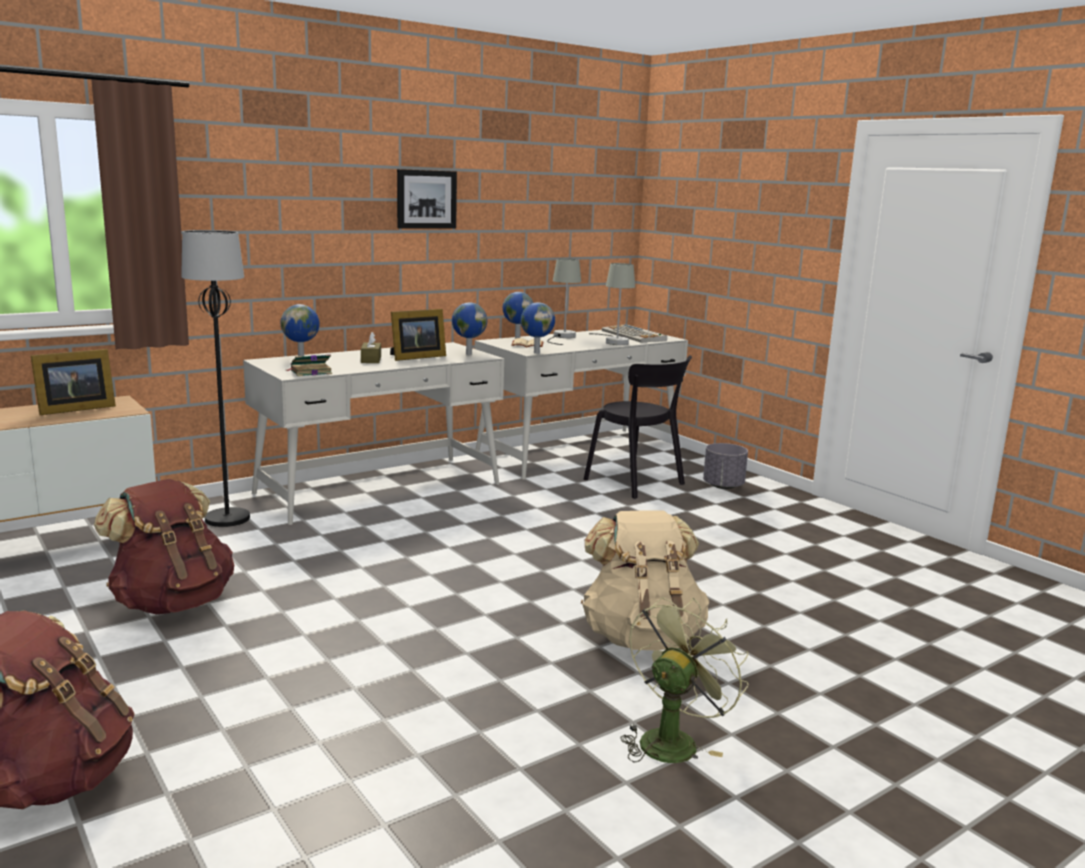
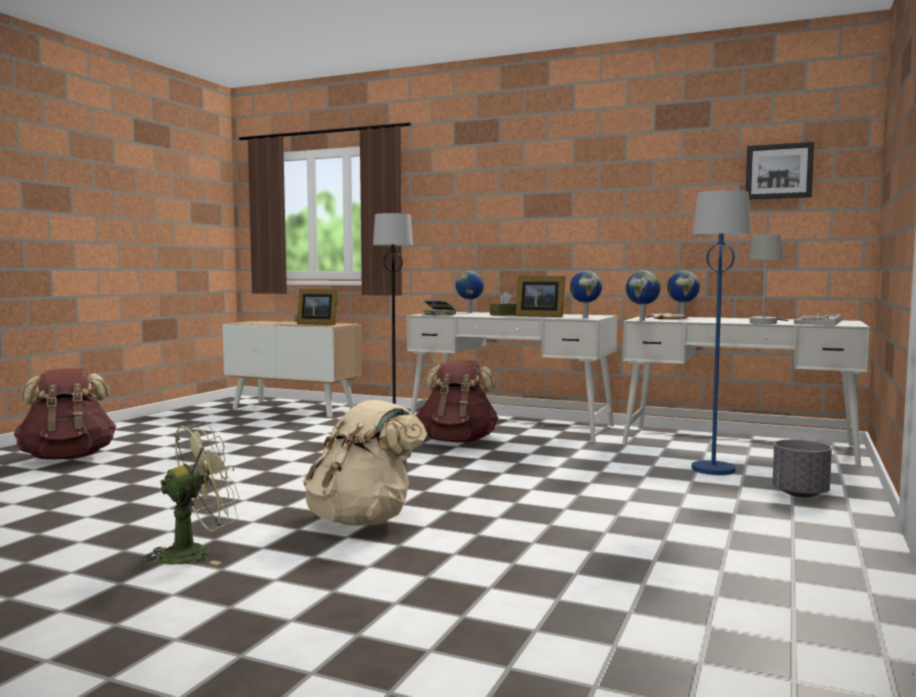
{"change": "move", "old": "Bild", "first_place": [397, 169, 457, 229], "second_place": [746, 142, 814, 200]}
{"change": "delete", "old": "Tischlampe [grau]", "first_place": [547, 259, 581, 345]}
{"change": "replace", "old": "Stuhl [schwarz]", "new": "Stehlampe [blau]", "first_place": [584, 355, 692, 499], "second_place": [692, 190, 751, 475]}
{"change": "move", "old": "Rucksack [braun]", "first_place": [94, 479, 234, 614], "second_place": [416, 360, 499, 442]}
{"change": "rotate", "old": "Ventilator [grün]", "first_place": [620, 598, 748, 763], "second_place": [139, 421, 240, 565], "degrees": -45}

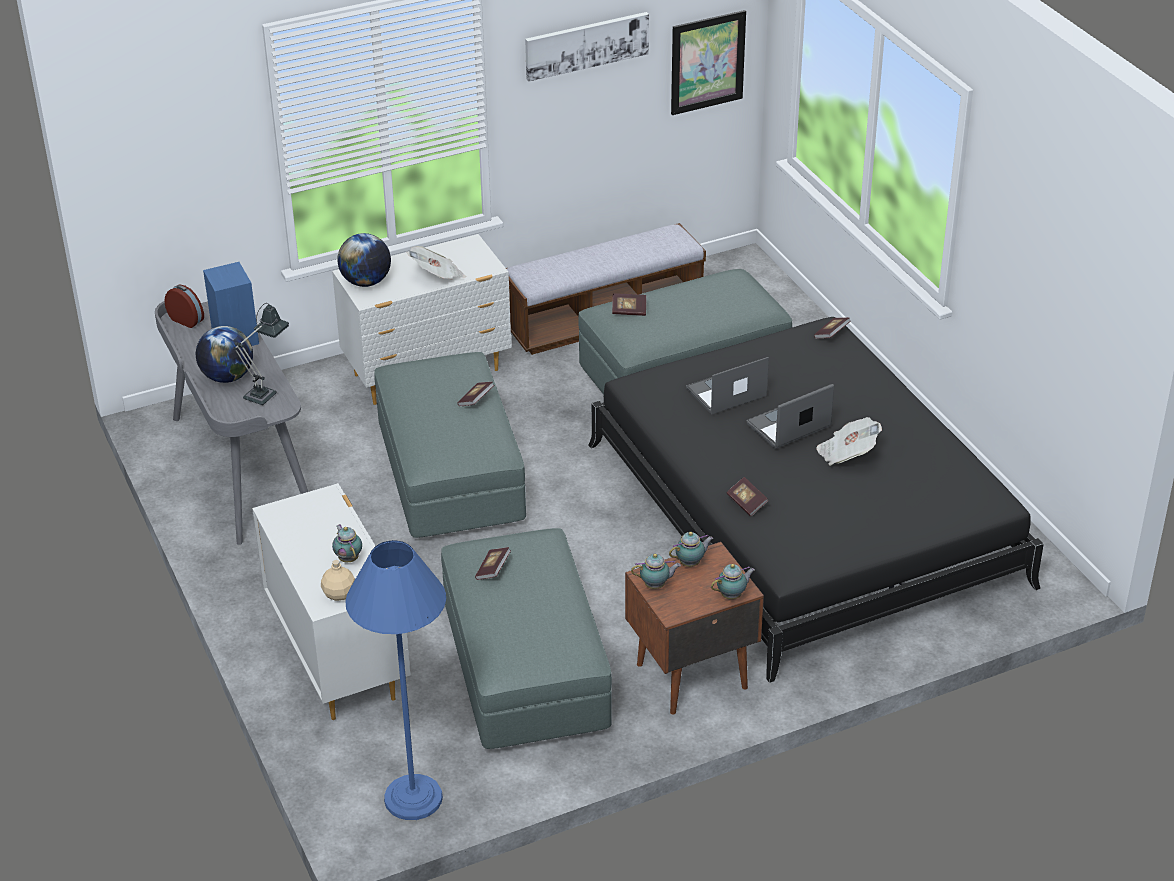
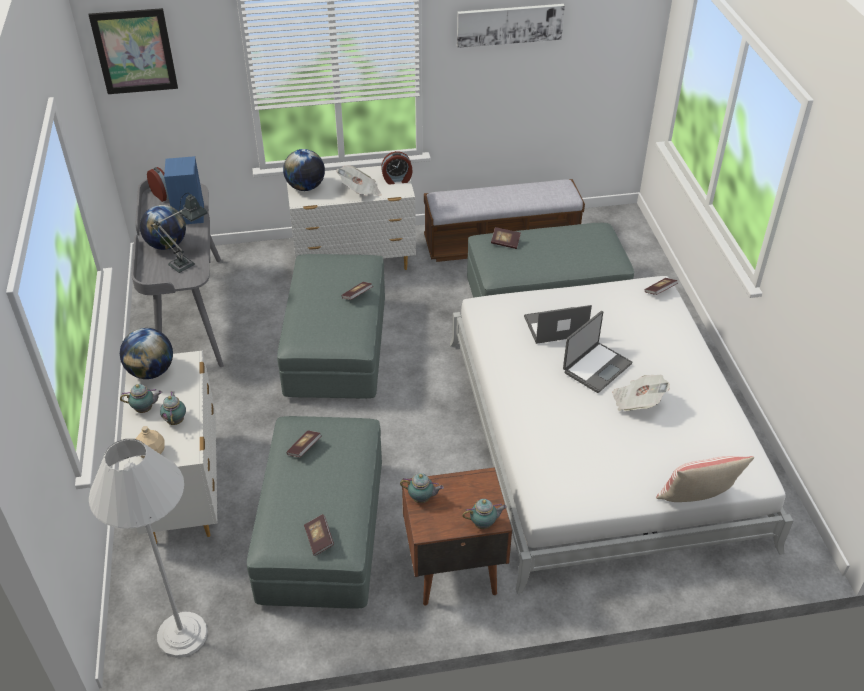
{"change": "move", "old": "Bild", "first_place": [671, 10, 746, 115], "second_place": [88, 8, 178, 94]}
{"change": "recolor", "old": "Bett [schwarz]", "new": "Bett [weiß]", "first_place": [588, 317, 1044, 683], "second_place": [450, 276, 793, 594]}
{"change": "rotate", "old": "Laptop", "first_place": [746, 384, 834, 449], "second_place": [563, 311, 632, 393], "degrees": 150}
{"change": "move", "old": "Buch", "first_place": [727, 477, 768, 516], "second_place": [304, 514, 334, 556]}
{"change": "move", "old": "Teekanne", "first_place": [669, 532, 713, 567], "second_place": [120, 384, 162, 413]}
{"change": "recolor", "old": "Stehlampe [blau]", "new": "Stehlampe [weiß]", "first_place": [346, 540, 446, 820], "second_place": [89, 439, 208, 658]}
{"change": "insert", "new": "Wecker", "second_place": [381, 151, 412, 184]}
{"change": "insert", "new": "Globus", "second_place": [120, 328, 173, 379]}
{"change": "insert", "new": "Kissen", "second_place": [656, 456, 754, 502]}

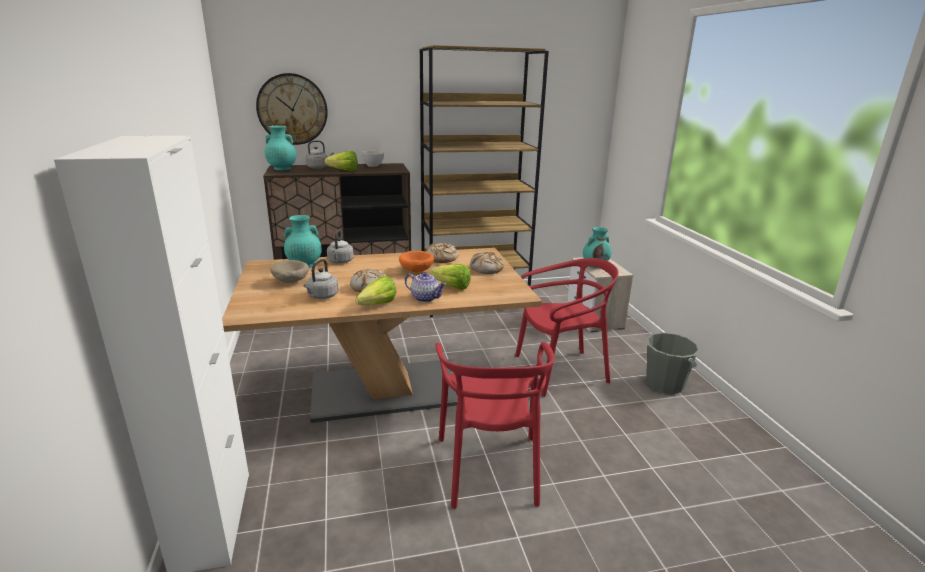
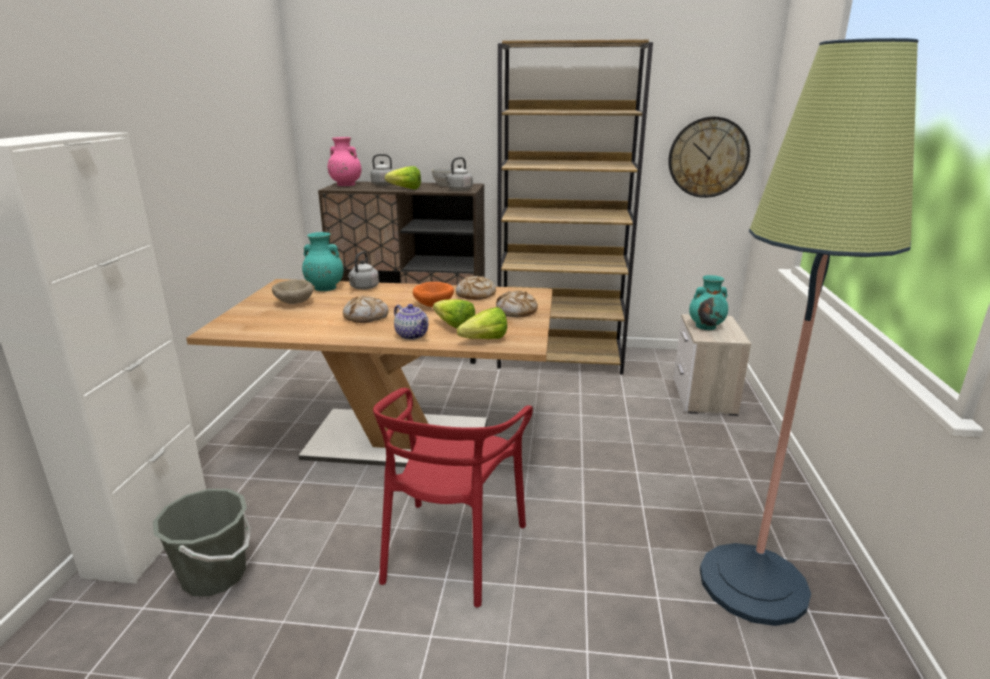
{"change": "move", "old": "Wanduhr", "first_place": [256, 73, 328, 145], "second_place": [668, 116, 750, 198]}
{"change": "recolor", "old": "Vase [türkis]", "new": "Vase [rosa]", "first_place": [265, 126, 296, 171], "second_place": [328, 137, 361, 186]}
{"change": "delete", "old": "Stuhl [rot]", "first_place": [515, 258, 619, 397]}
{"change": "move", "old": "Wasserkessel [grau]", "first_place": [303, 259, 338, 299], "second_place": [443, 157, 473, 191]}
{"change": "move", "old": "Salatkopf", "first_place": [355, 276, 396, 305], "second_place": [457, 307, 507, 339]}
{"change": "move", "old": "Eimer [grau]", "first_place": [646, 332, 701, 394], "second_place": [153, 489, 251, 597]}
{"change": "insert", "new": "Stehlampe", "second_place": [700, 38, 918, 626]}

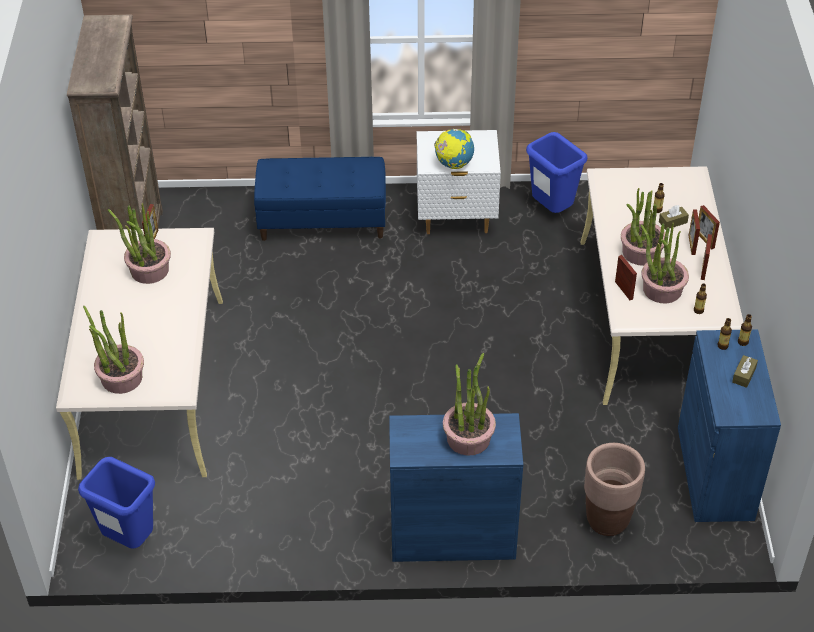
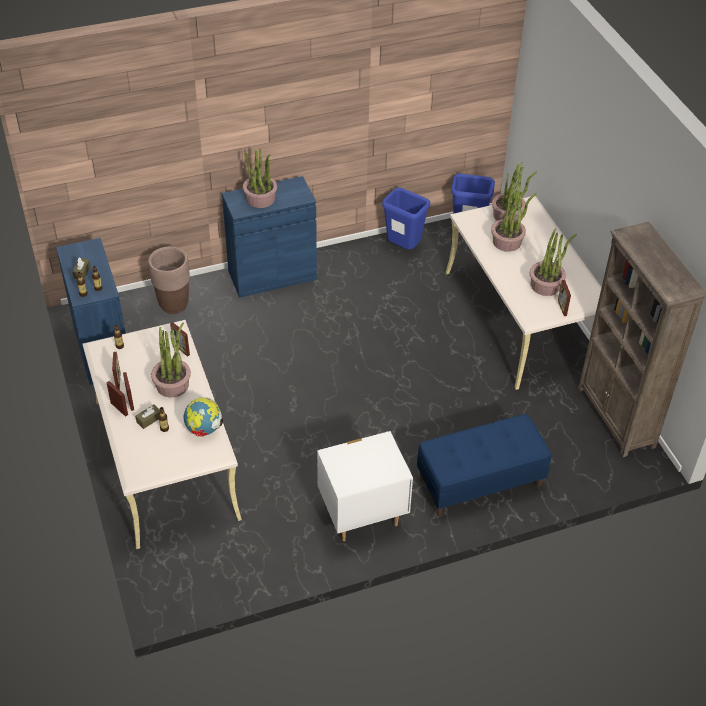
{"change": "move", "old": "Globus", "first_place": [435, 129, 474, 169], "second_place": [184, 397, 223, 437]}
{"change": "move", "old": "Mülleimer [blau]", "first_place": [526, 132, 587, 213], "second_place": [382, 187, 430, 249]}
{"change": "move", "old": "Topfpflanze", "first_place": [641, 223, 689, 304], "second_place": [491, 186, 537, 252]}

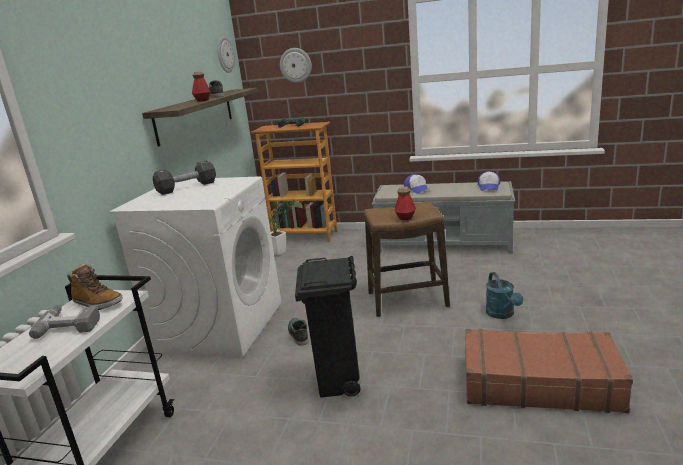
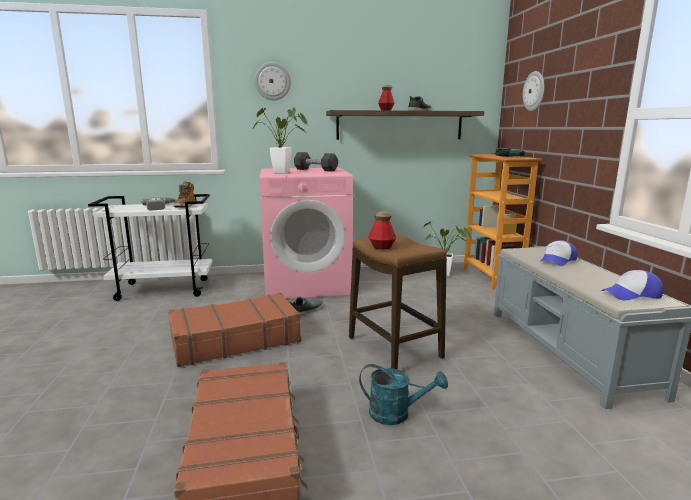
{"change": "move", "old": "Wanduhr", "first_place": [218, 36, 235, 73], "second_place": [255, 62, 291, 100]}
{"change": "recolor", "old": "Waschmaschine [weiß]", "new": "Waschmaschine [rosa]", "first_place": [109, 176, 281, 358], "second_place": [259, 168, 353, 299]}
{"change": "replace", "old": "Mülleimer [schwarz]", "new": "Koffer [braun]", "first_place": [295, 256, 361, 398], "second_place": [168, 293, 301, 367]}
{"change": "rotate", "old": "Gießkanne [türkis]", "first_place": [486, 272, 523, 319], "second_place": [359, 364, 448, 425], "degrees": -135}
{"change": "insert", "new": "Topfpflanze", "second_place": [253, 107, 308, 174]}

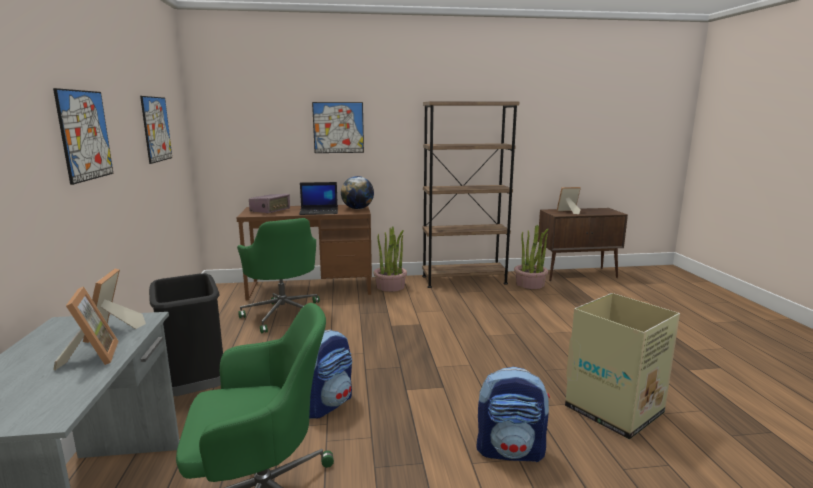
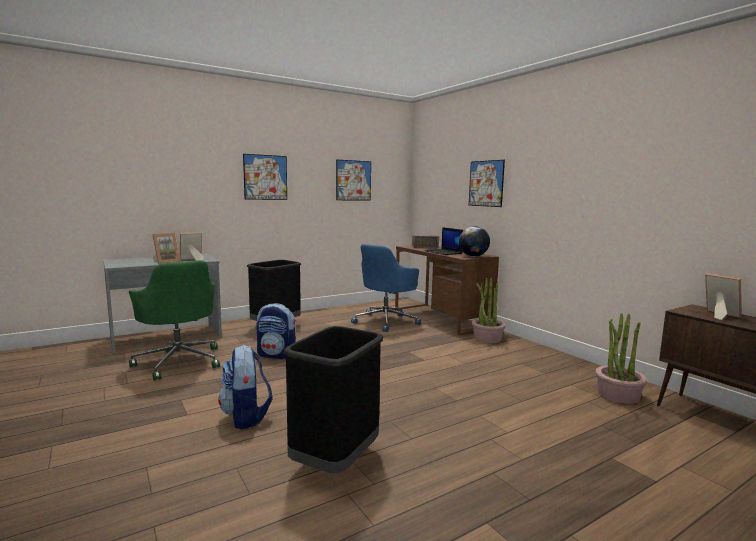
{"change": "delete", "old": "Bücherregal [braun]", "first_place": [422, 101, 519, 288]}
{"change": "recolor", "old": "Bürostuhl [grün]", "new": "Bürostuhl [blau]", "first_place": [237, 218, 320, 333], "second_place": [351, 244, 421, 332]}
{"change": "replace", "old": "Karton", "new": "Mülleimer [schwarz]", "first_place": [565, 293, 680, 440], "second_place": [283, 326, 383, 474]}

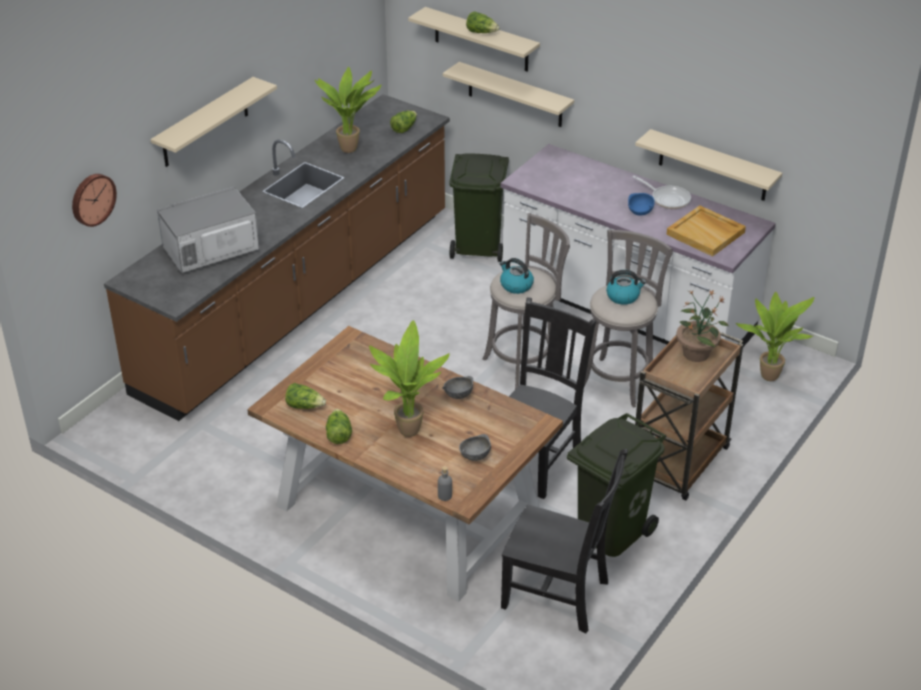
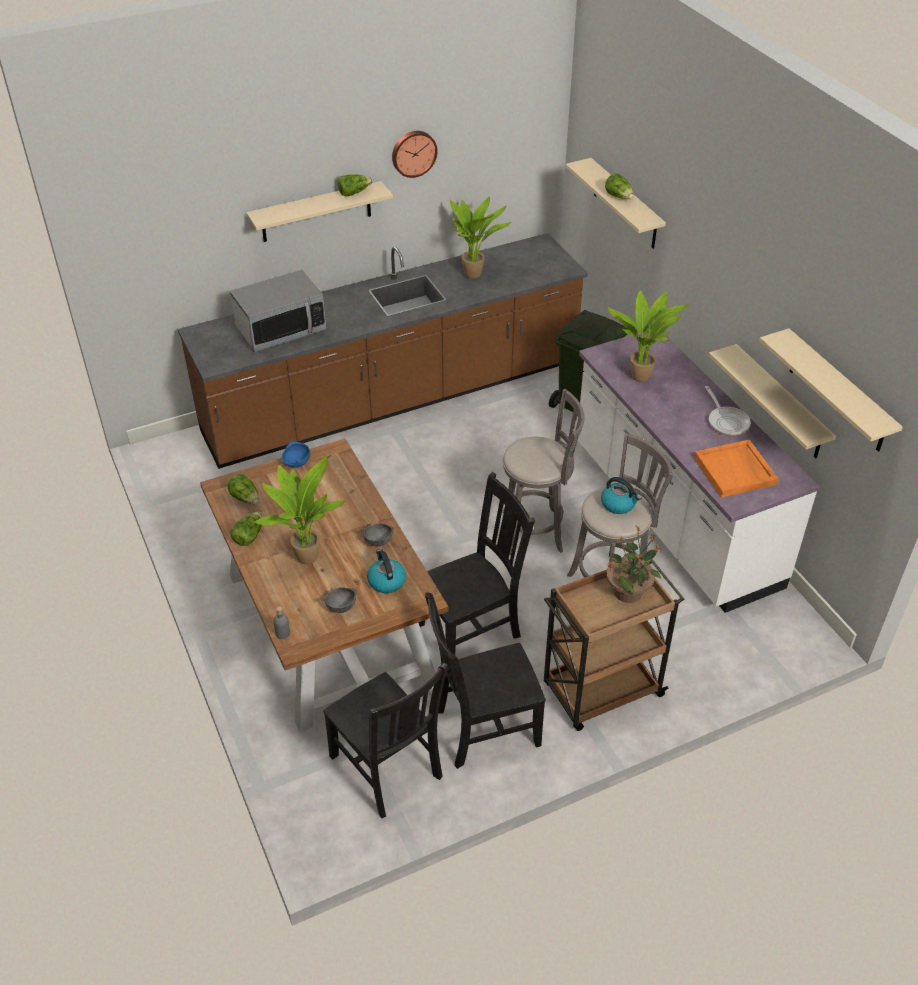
{"change": "move", "old": "Wandregal [beige]", "first_place": [443, 62, 574, 127], "second_place": [759, 328, 903, 452]}
{"change": "move", "old": "Salatkopf", "first_place": [390, 111, 417, 133], "second_place": [338, 174, 373, 196]}
{"change": "move", "old": "Wanduhr", "first_place": [72, 174, 117, 227], "second_place": [392, 131, 438, 178]}
{"change": "rotate", "old": "Mikrowelle", "first_place": [157, 187, 259, 273], "second_place": [230, 270, 326, 352], "degrees": 150}
{"change": "move", "old": "Schüssel [blau]", "first_place": [628, 193, 655, 216], "second_place": [282, 441, 311, 468]}
{"change": "recolor", "old": "Tablett [beige]", "new": "Tablett [orange]", "first_place": [666, 206, 746, 257], "second_place": [694, 440, 779, 498]}
{"change": "move", "old": "Wasserkessel", "first_place": [500, 258, 534, 294], "second_place": [367, 549, 406, 593]}
{"change": "move", "old": "Topfpflanze", "first_place": [736, 292, 815, 381], "second_place": [608, 290, 690, 382]}
{"change": "replace", "old": "Mülleimer [grün]", "new": "Stuhl [schwarz]", "first_place": [567, 413, 666, 557], "second_place": [425, 592, 546, 769]}

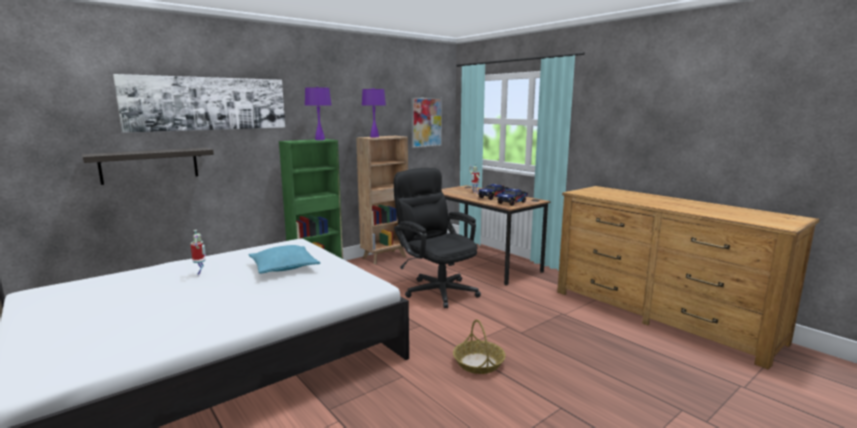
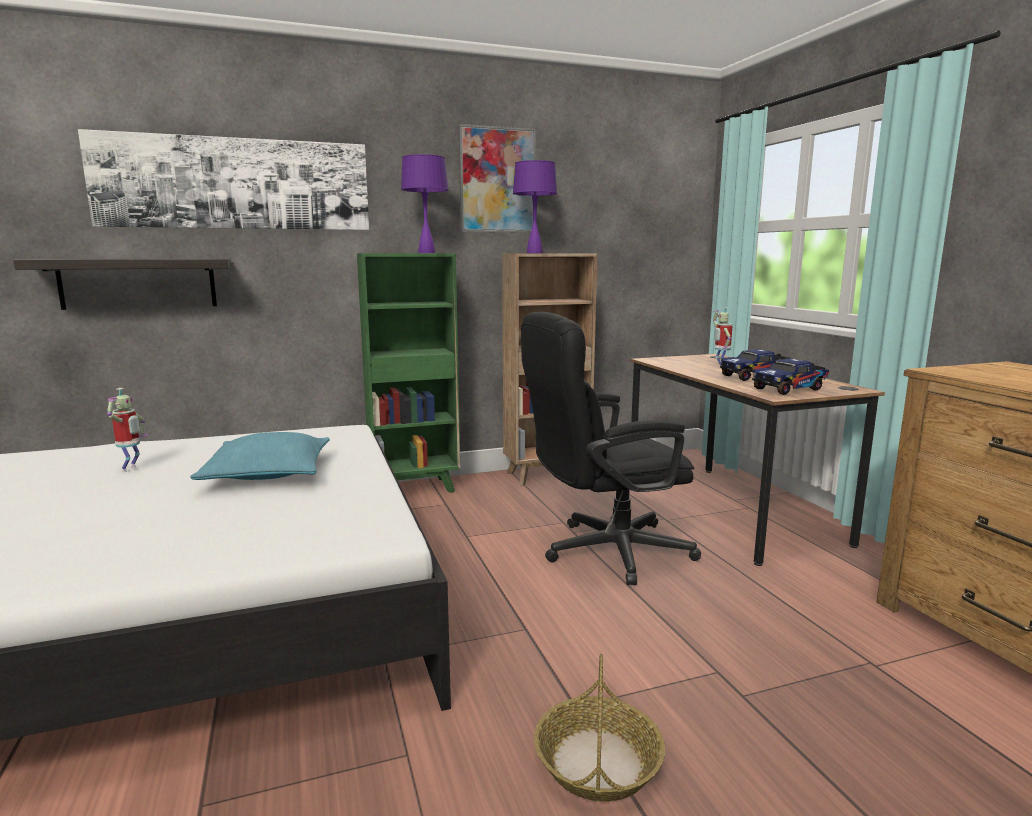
{"change": "move", "old": "Bild", "first_place": [411, 97, 442, 148], "second_place": [459, 124, 536, 233]}
{"change": "rotate", "old": "Bürostuhl [schwarz]", "first_place": [394, 168, 481, 308], "second_place": [521, 312, 701, 585], "degrees": -90}

